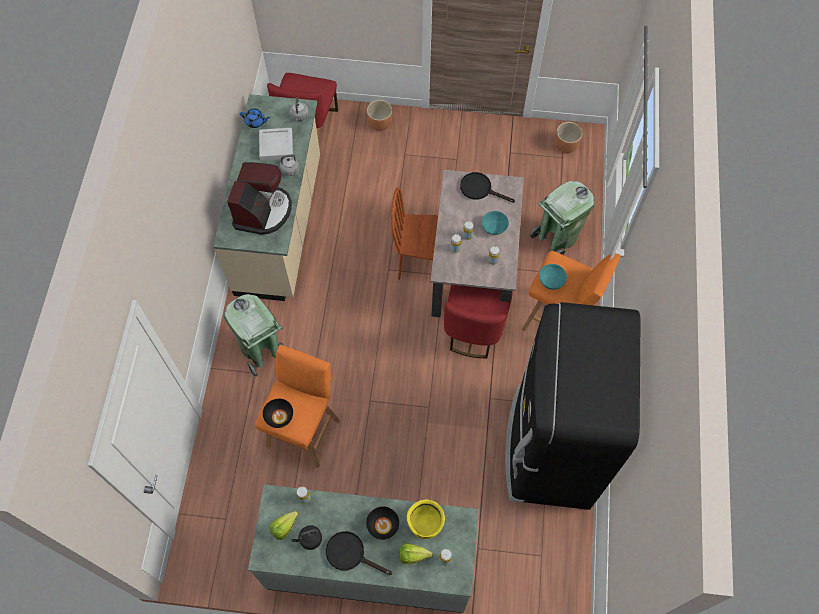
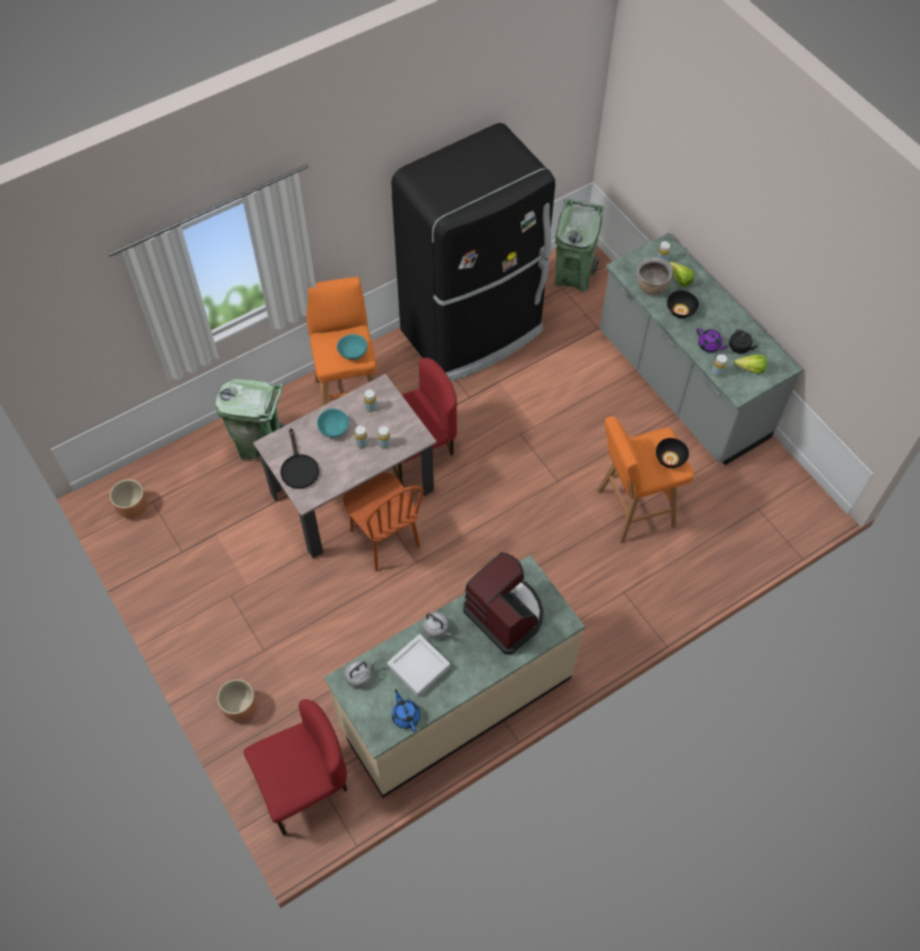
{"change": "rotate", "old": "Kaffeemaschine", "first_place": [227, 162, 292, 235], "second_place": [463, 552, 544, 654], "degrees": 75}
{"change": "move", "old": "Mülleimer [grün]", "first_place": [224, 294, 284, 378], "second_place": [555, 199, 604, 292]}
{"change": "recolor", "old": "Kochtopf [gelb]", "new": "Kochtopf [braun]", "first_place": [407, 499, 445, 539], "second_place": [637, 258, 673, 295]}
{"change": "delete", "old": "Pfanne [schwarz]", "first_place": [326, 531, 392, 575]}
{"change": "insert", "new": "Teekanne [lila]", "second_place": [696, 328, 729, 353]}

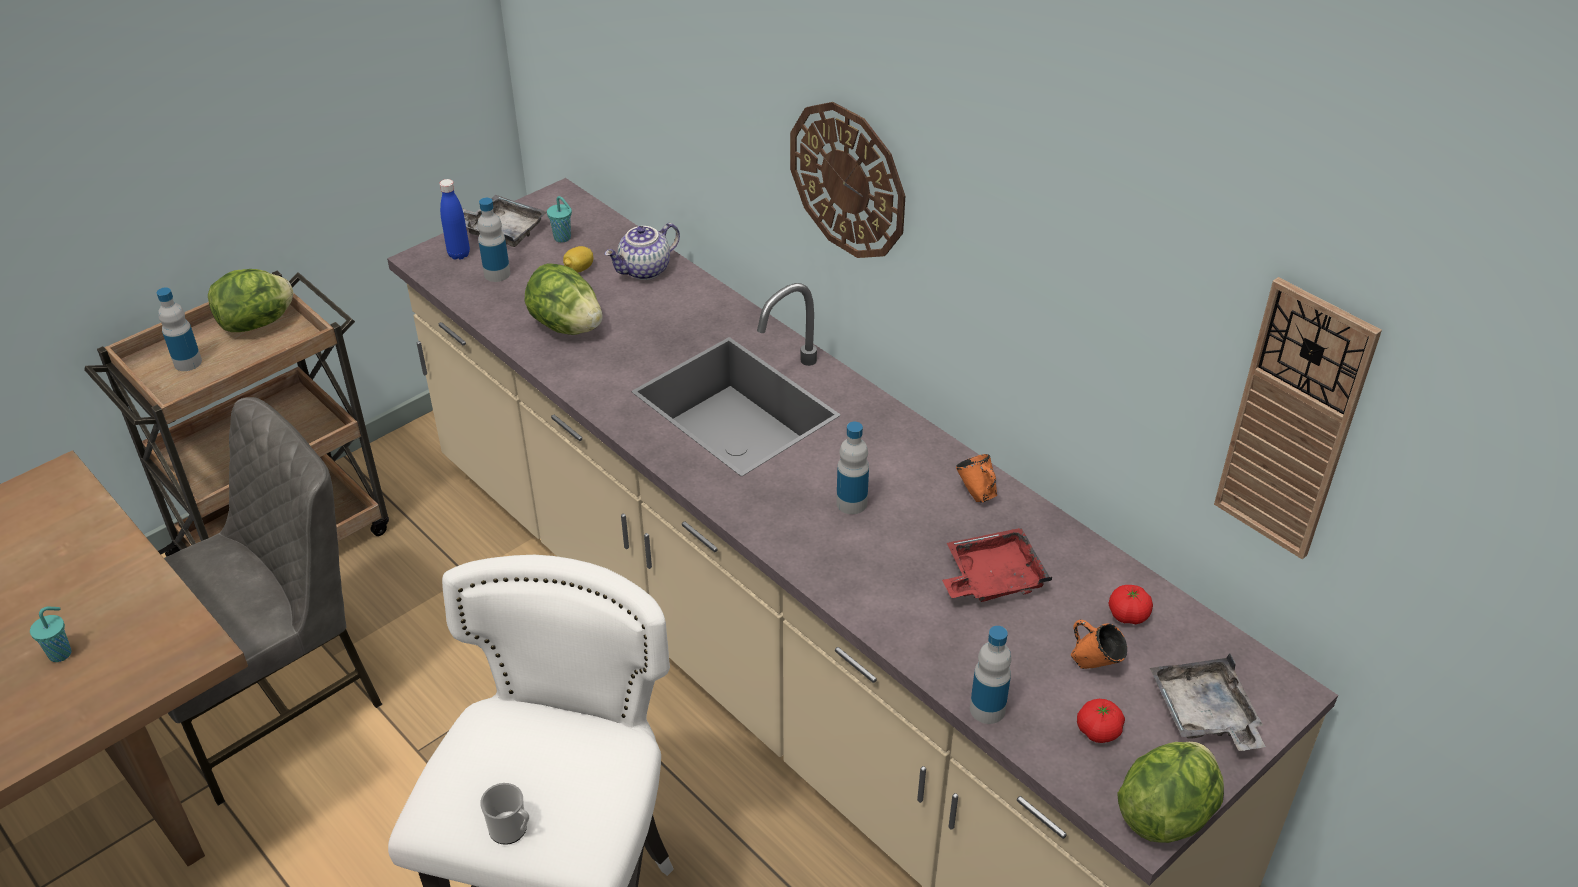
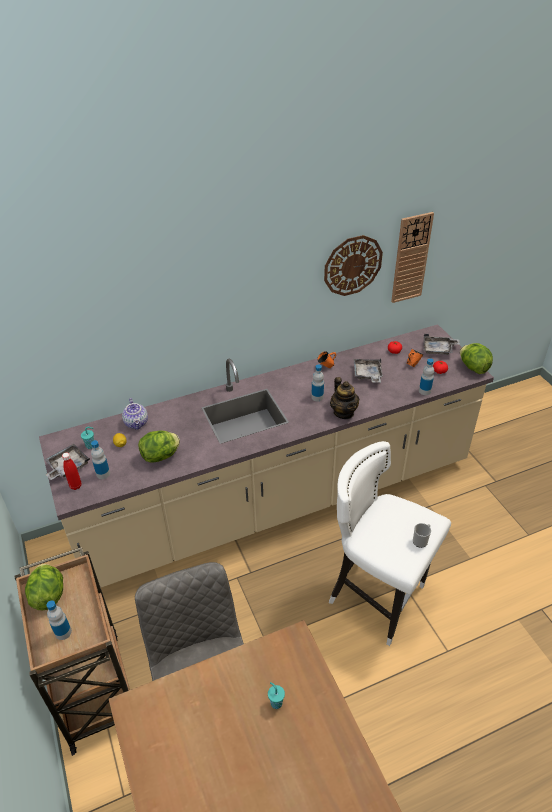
{"change": "move", "old": "Wanduhr", "first_place": [790, 102, 905, 258], "second_place": [324, 235, 383, 296]}
{"change": "recolor", "old": "Flasche [blau]", "new": "Flasche [rot]", "first_place": [440, 179, 470, 260], "second_place": [62, 453, 81, 490]}
{"change": "recolor", "old": "Tablett [rot]", "new": "Tablett [grau]", "first_place": [942, 528, 1052, 602], "second_place": [354, 358, 383, 383]}
{"change": "insert", "new": "Teekanne", "second_place": [330, 377, 359, 419]}

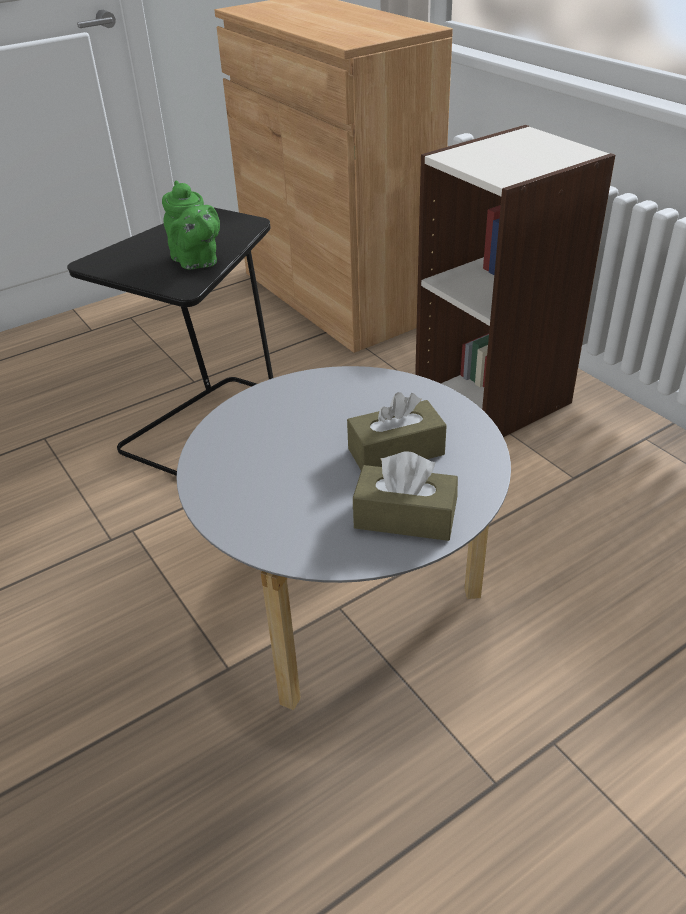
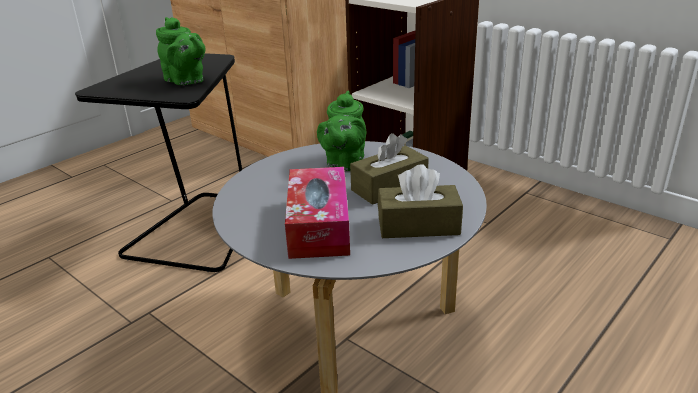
{"change": "insert", "new": "Teekanne [grün]", "second_place": [317, 91, 366, 171]}
{"change": "insert", "new": "Taschentuchbox", "second_place": [285, 167, 350, 259]}

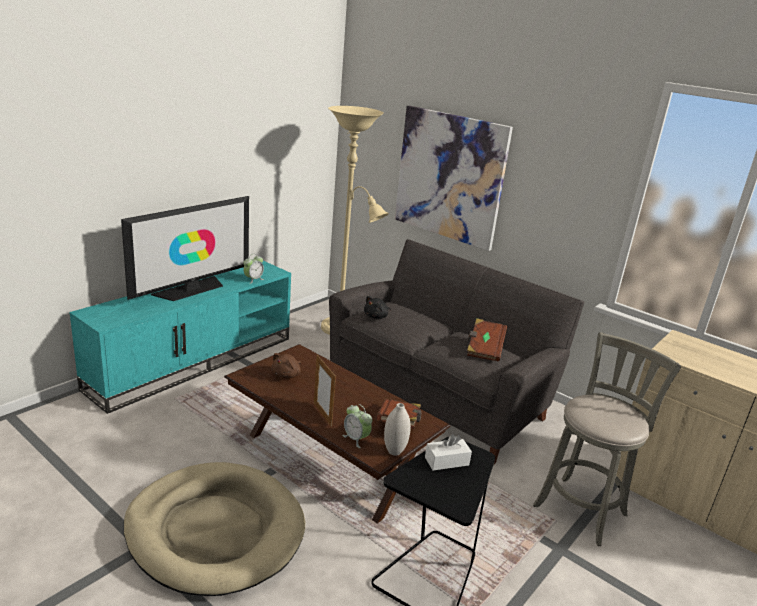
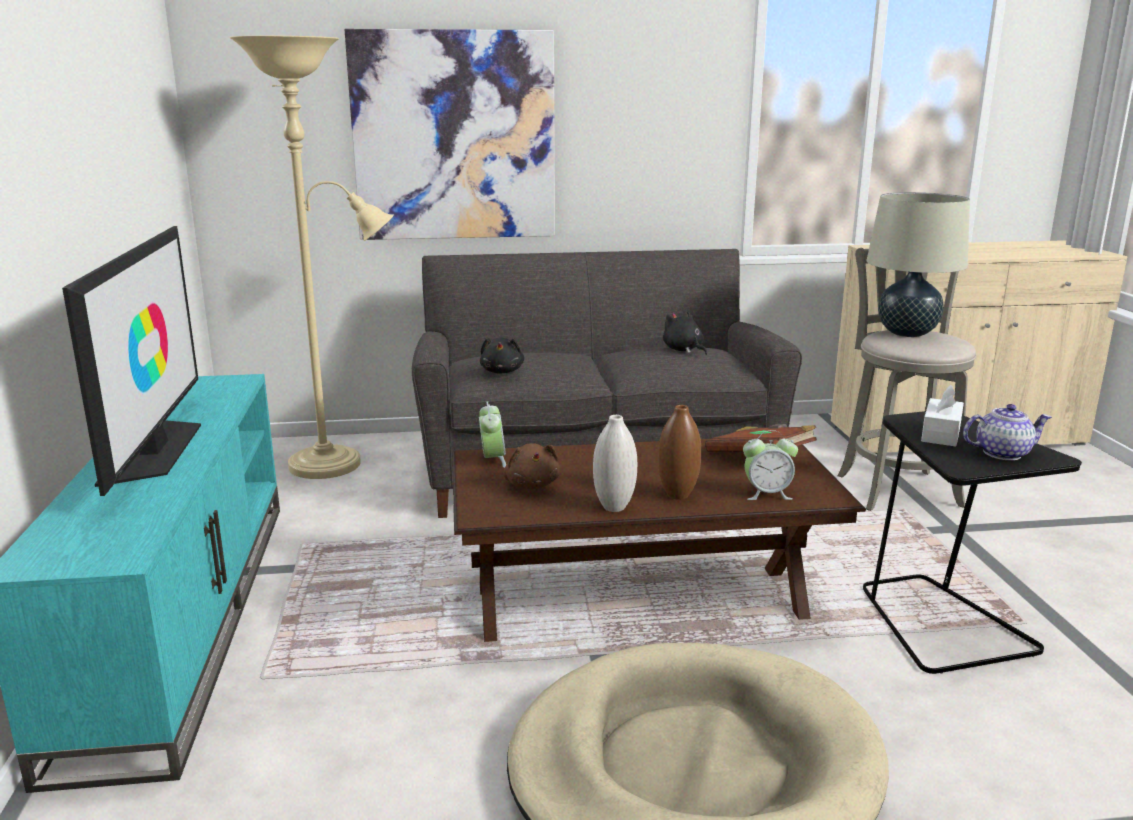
{"change": "move", "old": "Wecker", "first_place": [243, 254, 264, 284], "second_place": [479, 401, 506, 468]}
{"change": "replace", "old": "Buch [braun]", "new": "Plüschtier [schwarz]", "first_place": [467, 318, 507, 362], "second_place": [663, 311, 707, 355]}
{"change": "replace", "old": "Bilderrahmen", "new": "Vase [braun]", "first_place": [314, 355, 336, 427], "second_place": [658, 405, 702, 500]}
{"change": "move", "old": "Vase [weiß]", "first_place": [384, 403, 411, 456], "second_place": [593, 415, 637, 512]}
{"change": "insert", "new": "Tischlampe [beige]", "second_place": [866, 192, 970, 337]}
{"change": "insert", "new": "Teekanne", "second_place": [963, 404, 1052, 460]}

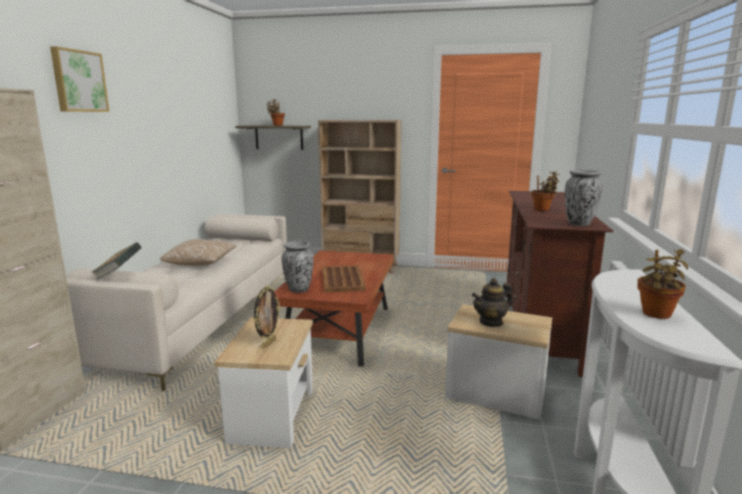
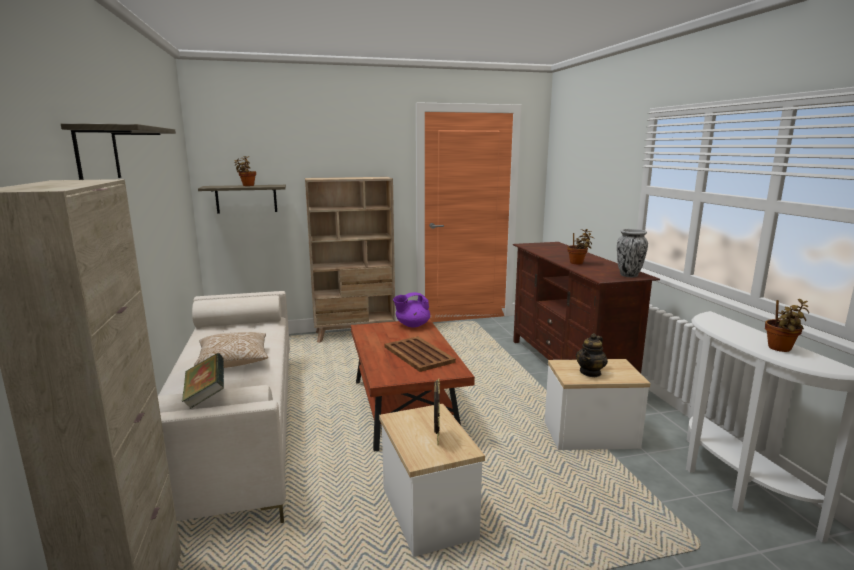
{"change": "replace", "old": "Bild", "new": "Wandregal", "first_place": [50, 46, 109, 112], "second_place": [61, 123, 176, 180]}
{"change": "delete", "old": "Vase", "first_place": [281, 241, 314, 293]}
{"change": "insert", "new": "Teekanne [lila]", "second_place": [393, 292, 430, 328]}

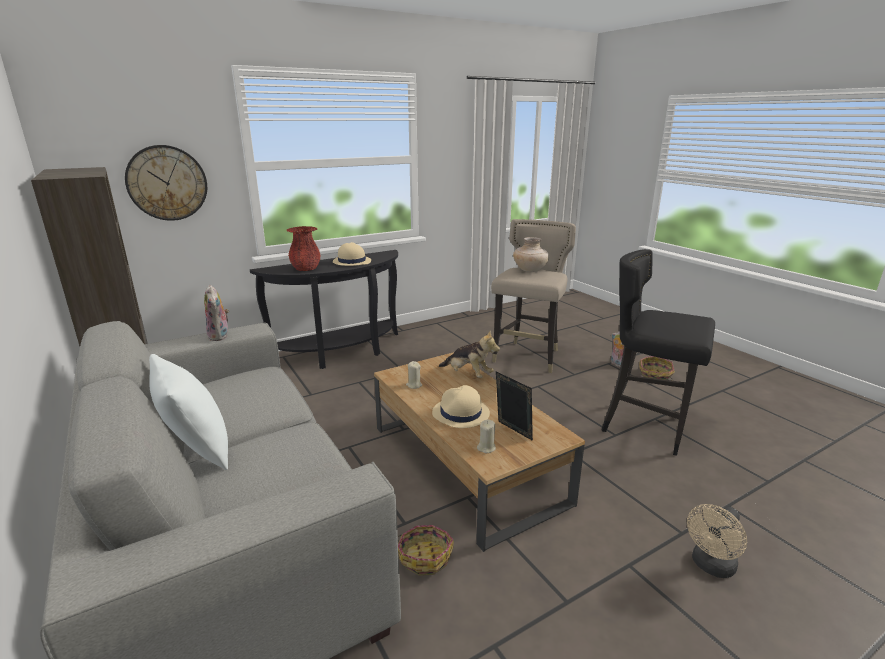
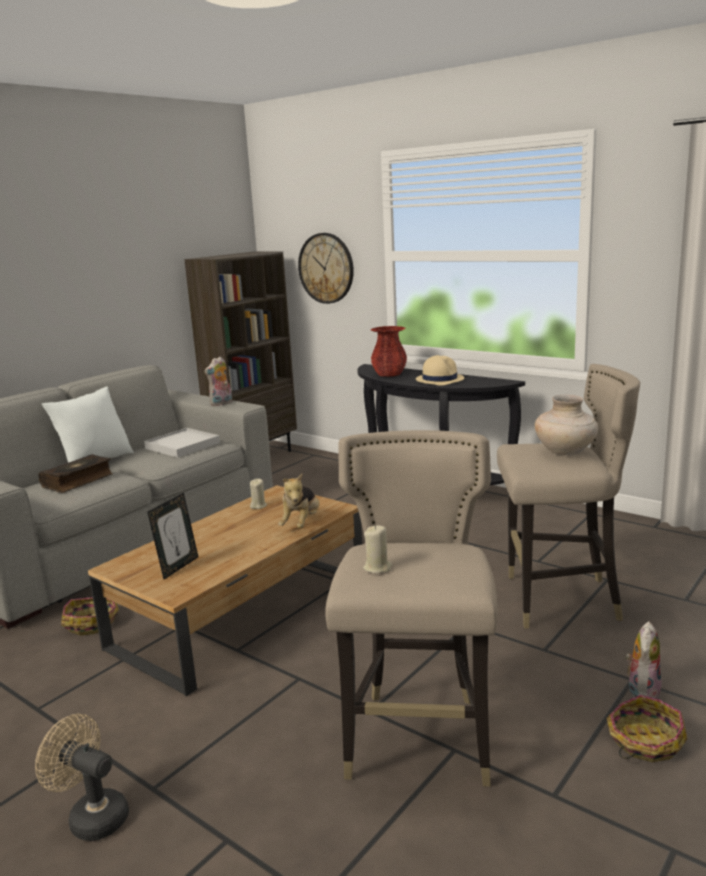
{"change": "recolor", "old": "Hocker [schwarz]", "new": "Hocker [beige]", "first_place": [601, 249, 715, 456], "second_place": [325, 430, 498, 787]}
{"change": "delete", "old": "Hut [beige]", "first_place": [432, 385, 490, 428]}
{"change": "move", "old": "Kerze [beige]", "first_place": [477, 419, 496, 453], "second_place": [363, 525, 392, 573]}
{"change": "insert", "new": "Tablett [weiß]", "second_place": [144, 428, 220, 458]}
{"change": "insert", "new": "Buch", "second_place": [38, 454, 113, 493]}

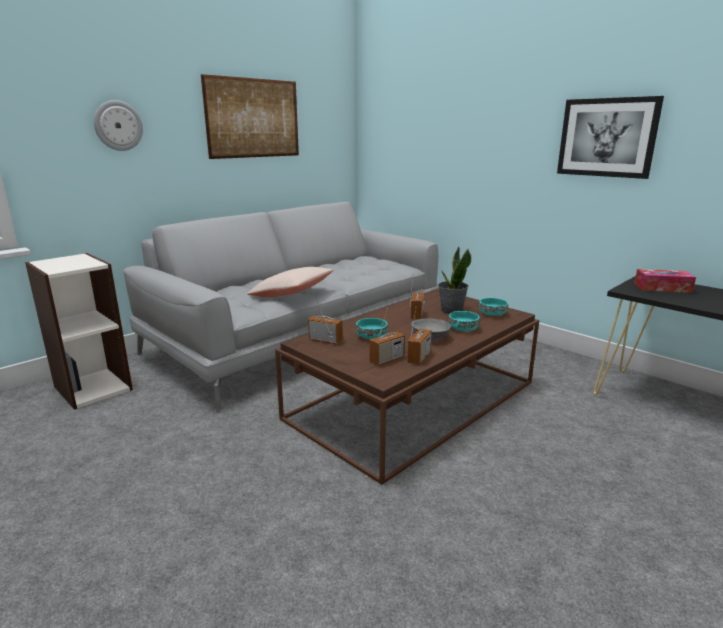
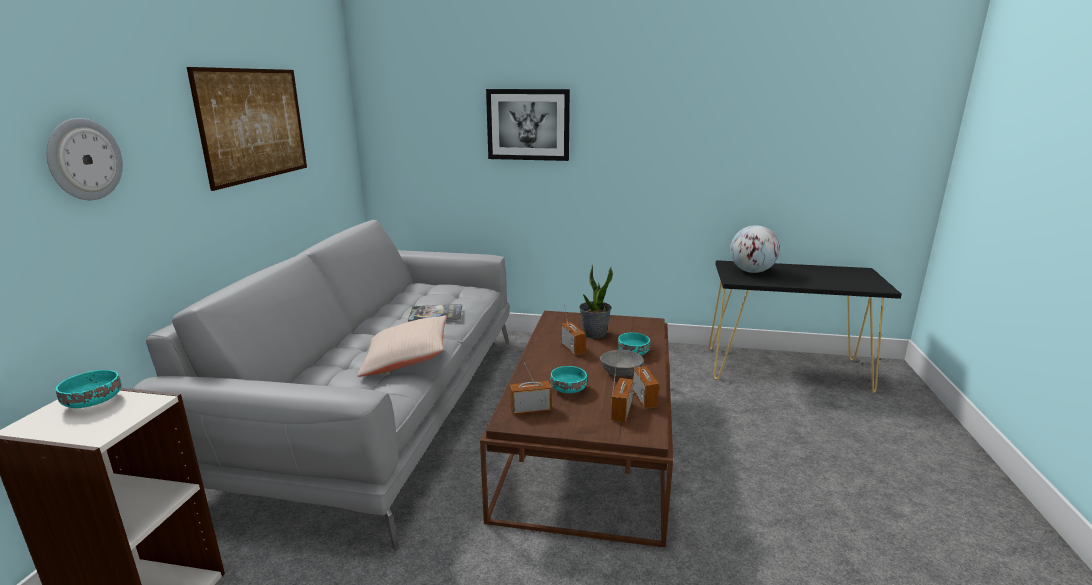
{"change": "move", "old": "Bild", "first_place": [557, 96, 664, 179], "second_place": [486, 89, 570, 161]}
{"change": "replace", "old": "Taschentuchbox", "new": "Globus", "first_place": [634, 269, 696, 293], "second_place": [730, 225, 780, 273]}
{"change": "move", "old": "Schüssel [türkis]", "first_place": [479, 298, 508, 315], "second_place": [56, 370, 122, 408]}
{"change": "insert", "new": "Buch", "second_place": [408, 304, 462, 322]}

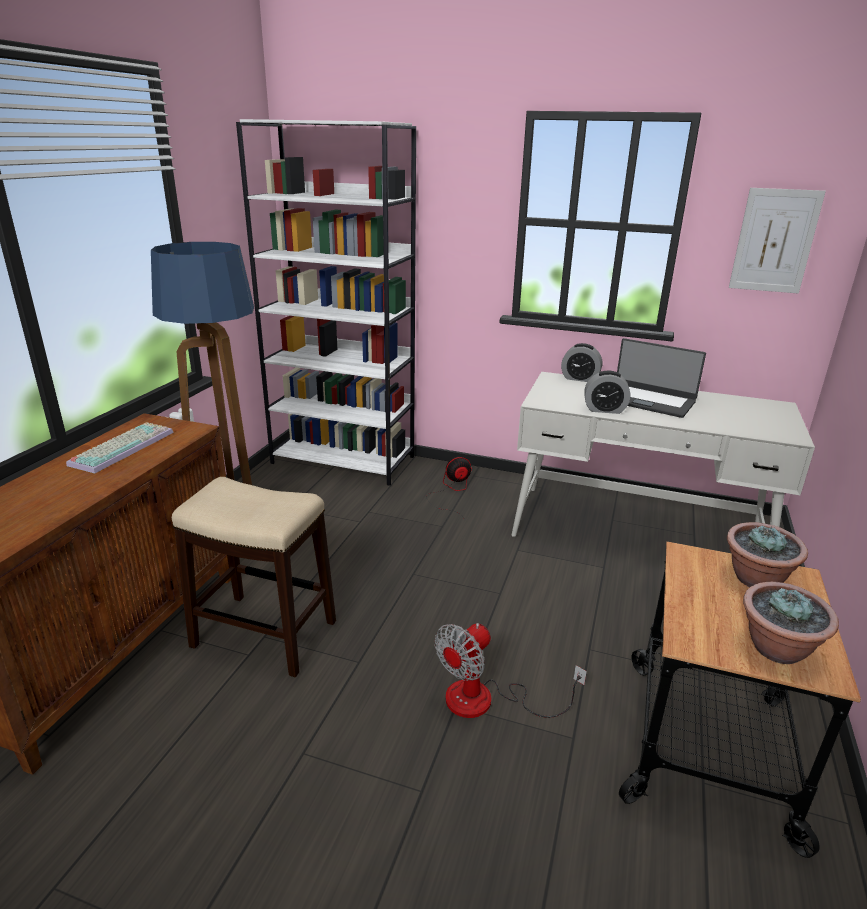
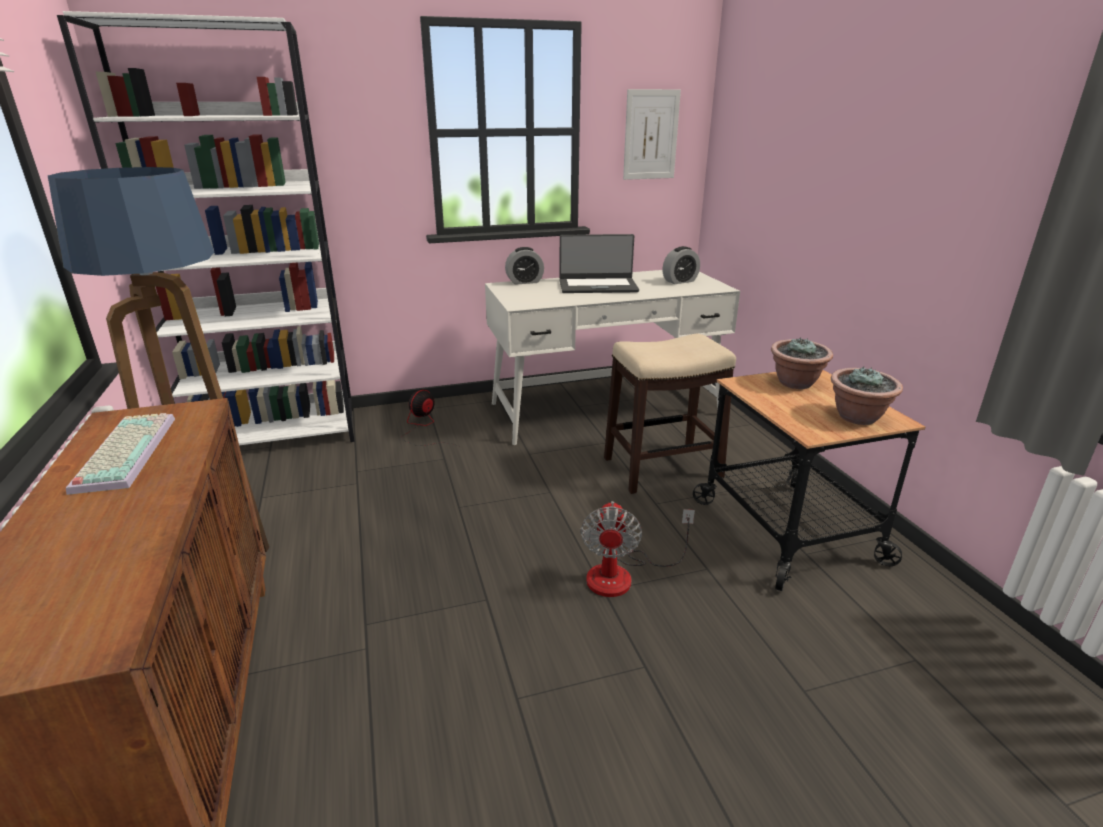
{"change": "move", "old": "Wecker", "first_place": [584, 371, 630, 414], "second_place": [662, 246, 700, 284]}
{"change": "move", "old": "Hocker", "first_place": [172, 477, 336, 677], "second_place": [604, 334, 736, 494]}

